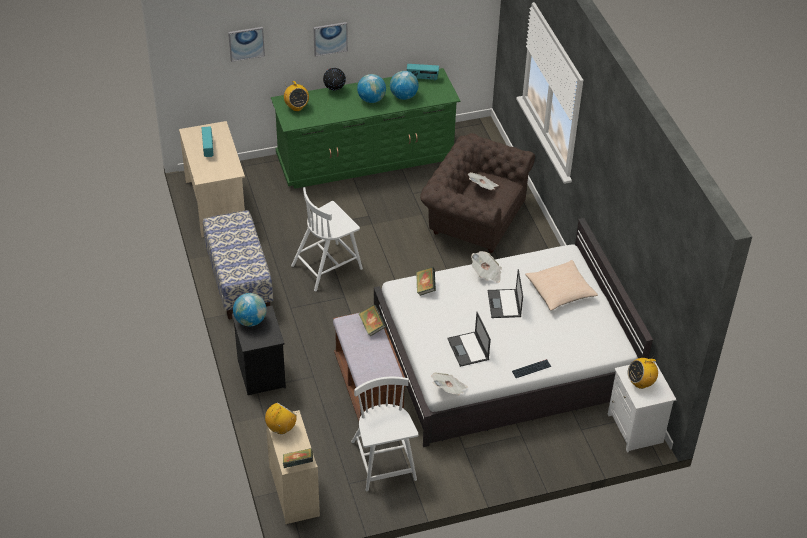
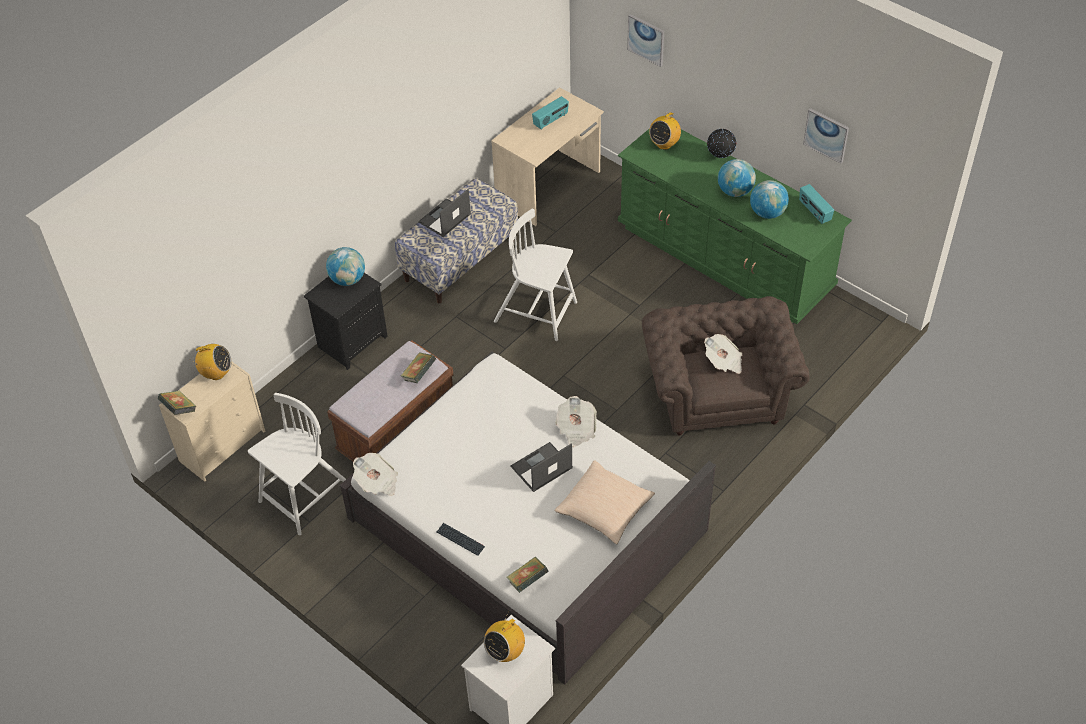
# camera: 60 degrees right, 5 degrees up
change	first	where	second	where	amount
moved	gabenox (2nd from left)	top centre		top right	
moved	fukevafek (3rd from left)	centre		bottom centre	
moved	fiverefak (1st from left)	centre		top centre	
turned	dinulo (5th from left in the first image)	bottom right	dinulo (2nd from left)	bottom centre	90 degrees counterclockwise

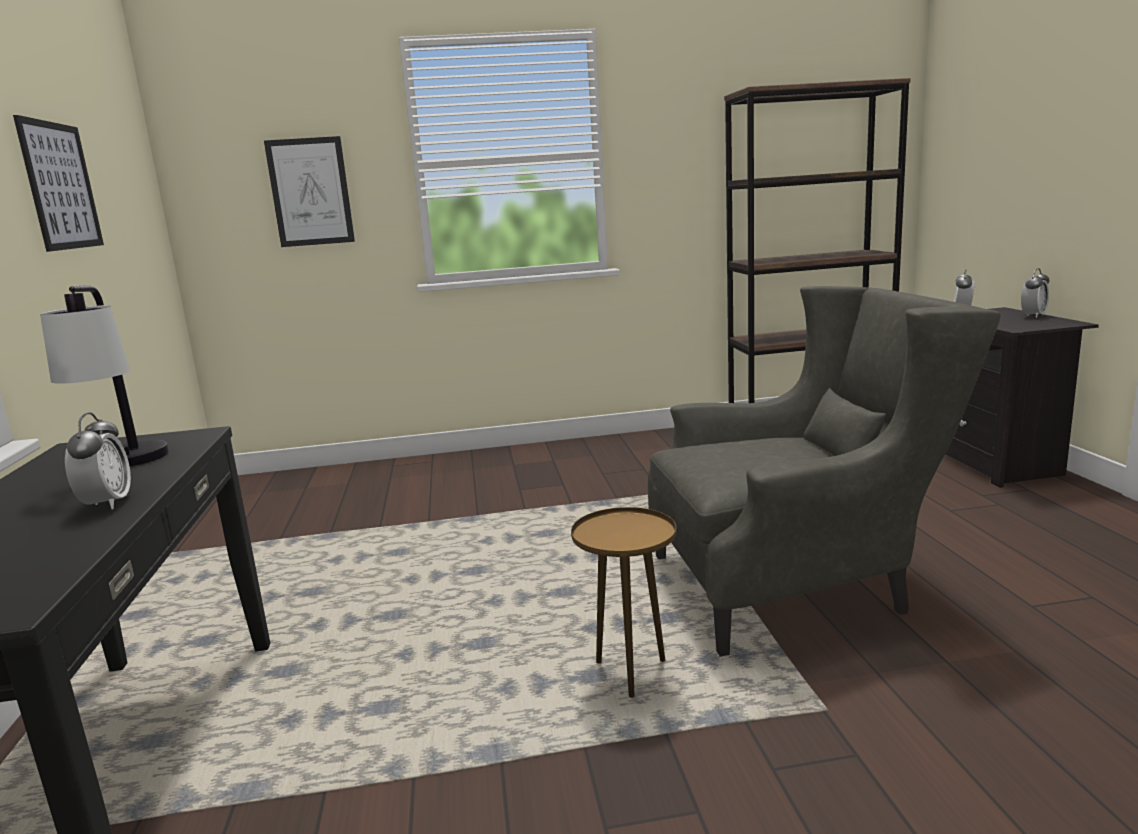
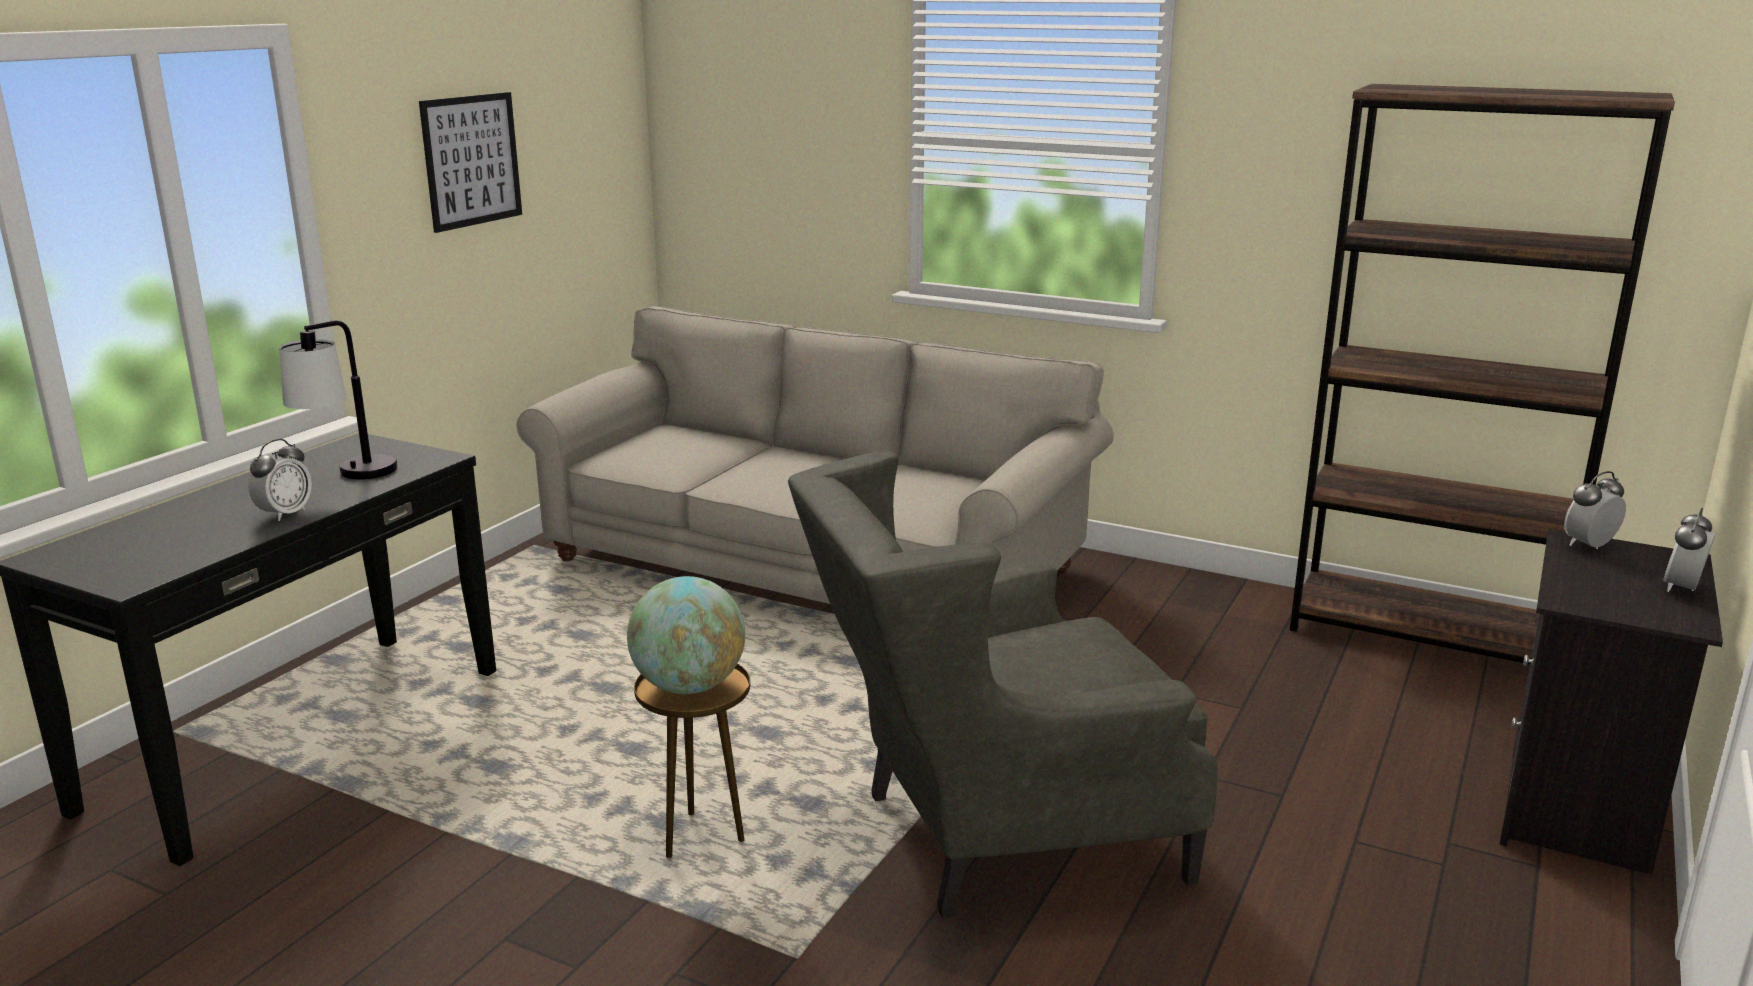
# camera: 35 degrees right, 5 degrees up
change	first	where	second	where	amount
removed	gabenox (2nd from left)	top left			
turned	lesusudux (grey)	middle right		bottom centre	135 degrees clockwise
turned	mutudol (3rd from left)	middle right		middle right	135 degrees clockwise
added			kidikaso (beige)	centre	
added			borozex	centre	

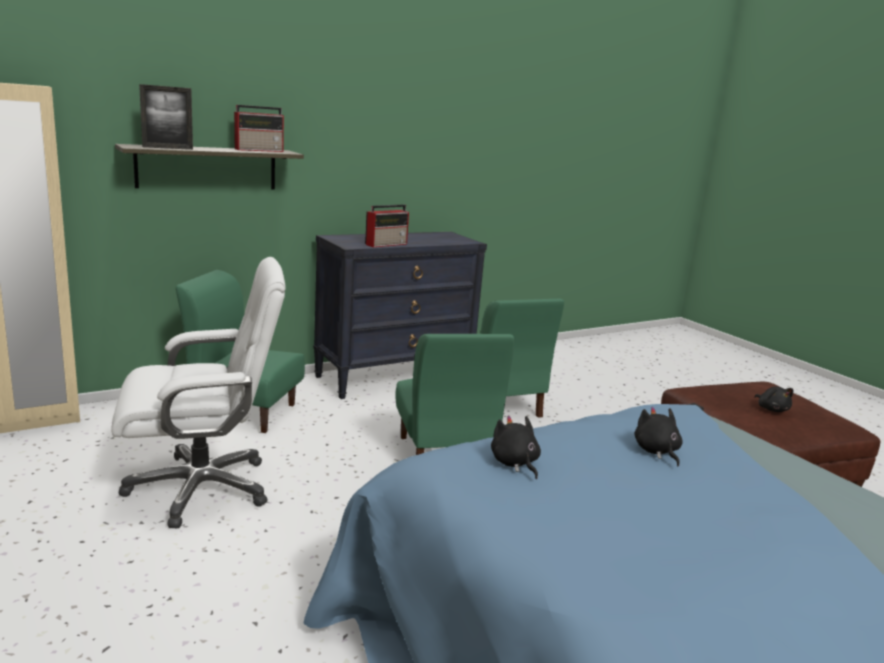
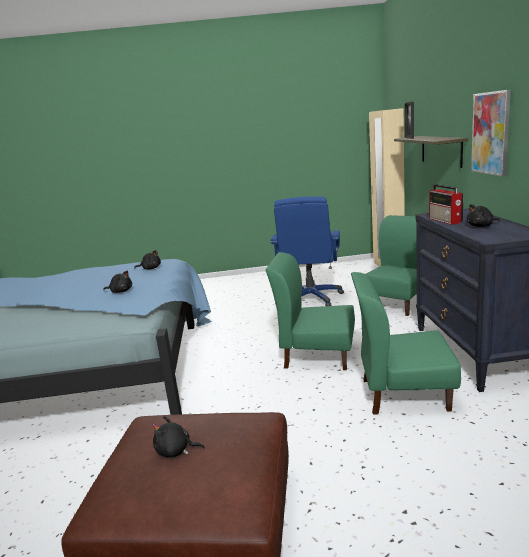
# camera: 120 degrees right, 0 degrees up
change	first	where	second	where	amount
recoloured	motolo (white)	middle left	motolo (blue)	centre	
removed	dinulo (1st from left)	top left			
added			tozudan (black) (4th from left)	middle right	
added			gabenox	top right	

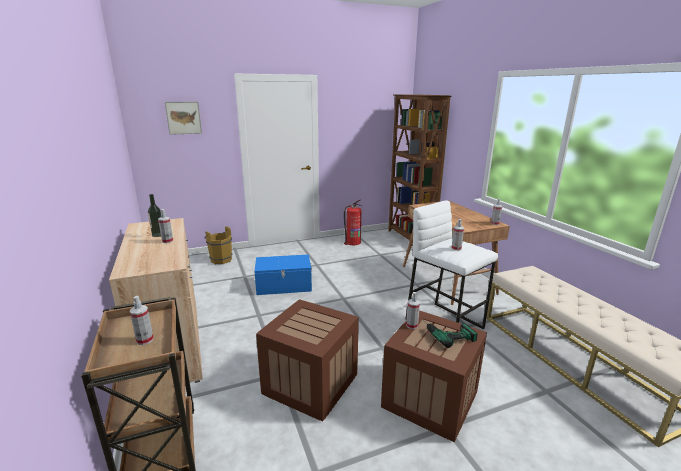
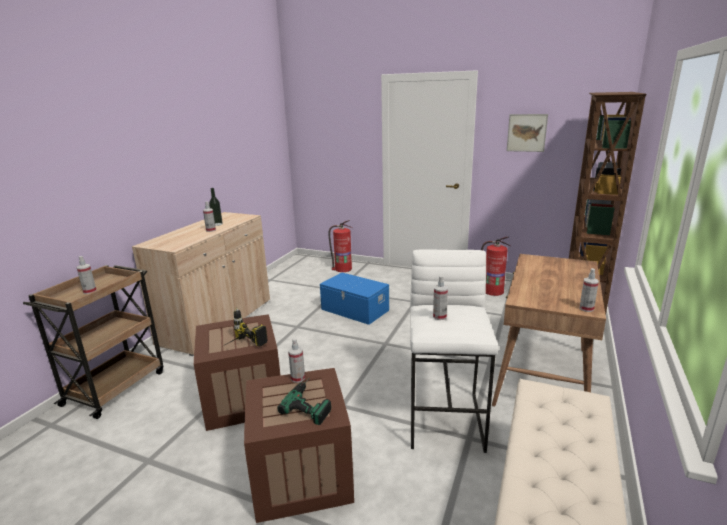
# camera: 45 degrees right, 0 degrees up
change	first	where	second	where	amount
moved	gabenox	top left		top right	
replaced	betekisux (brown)	middle left	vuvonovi (1st from left)	centre	
added			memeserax (1st from left)	centre	

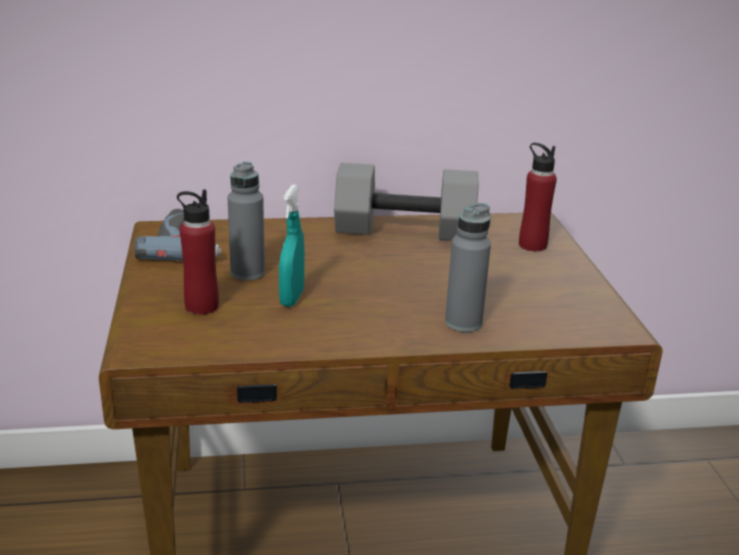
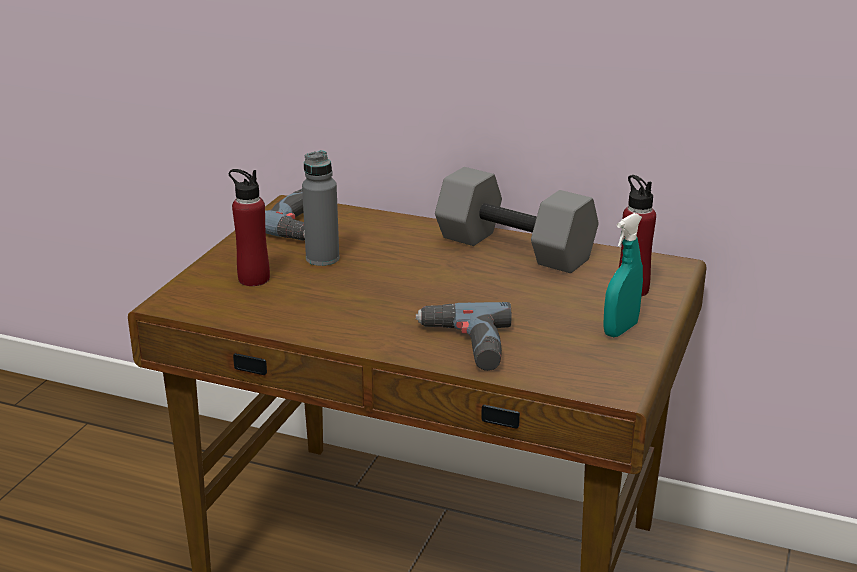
# camera: 30 degrees right, 0 degrees up
change	first	where	second	where	amount
moved	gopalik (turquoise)	centre		middle right	
replaced	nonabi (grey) (2nd from left)	centre	memeserax (2nd from left)	centre	

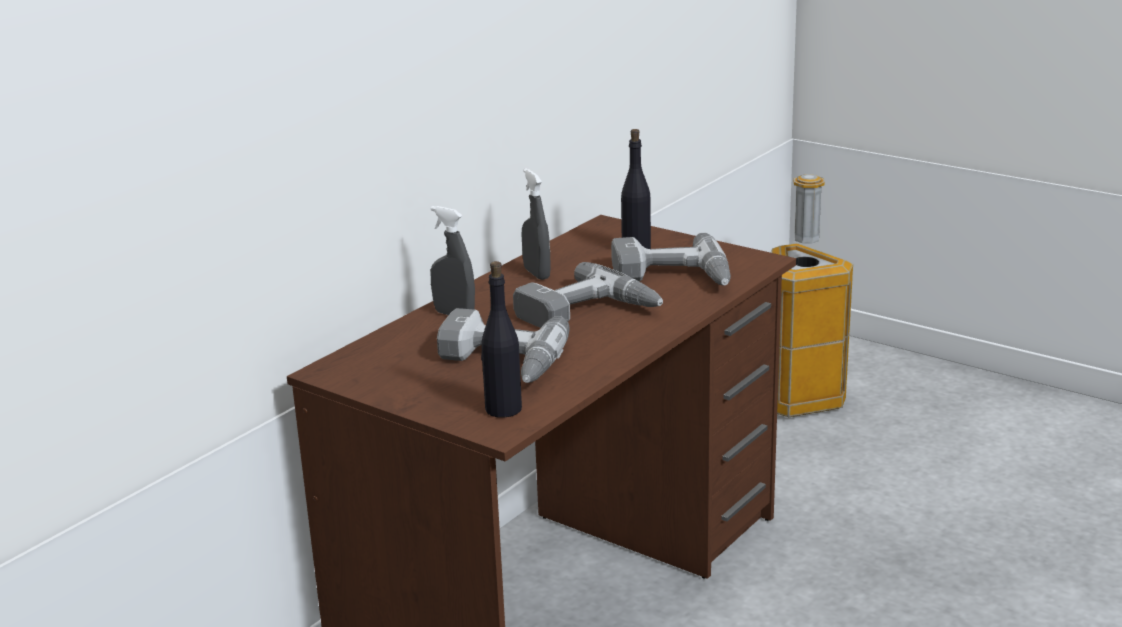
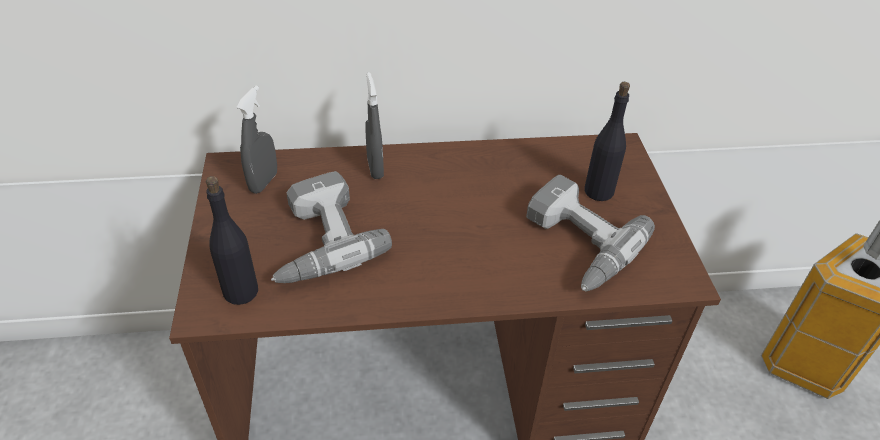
# camera: 45 degrees right, 20 degrees up
change	first	where	second	where	amount
removed	memeserax (2nd from left)	centre			
moved	gopalik (grey) (2nd from left in the first image)	centre	gopalik (grey) (1st from left)	top left	

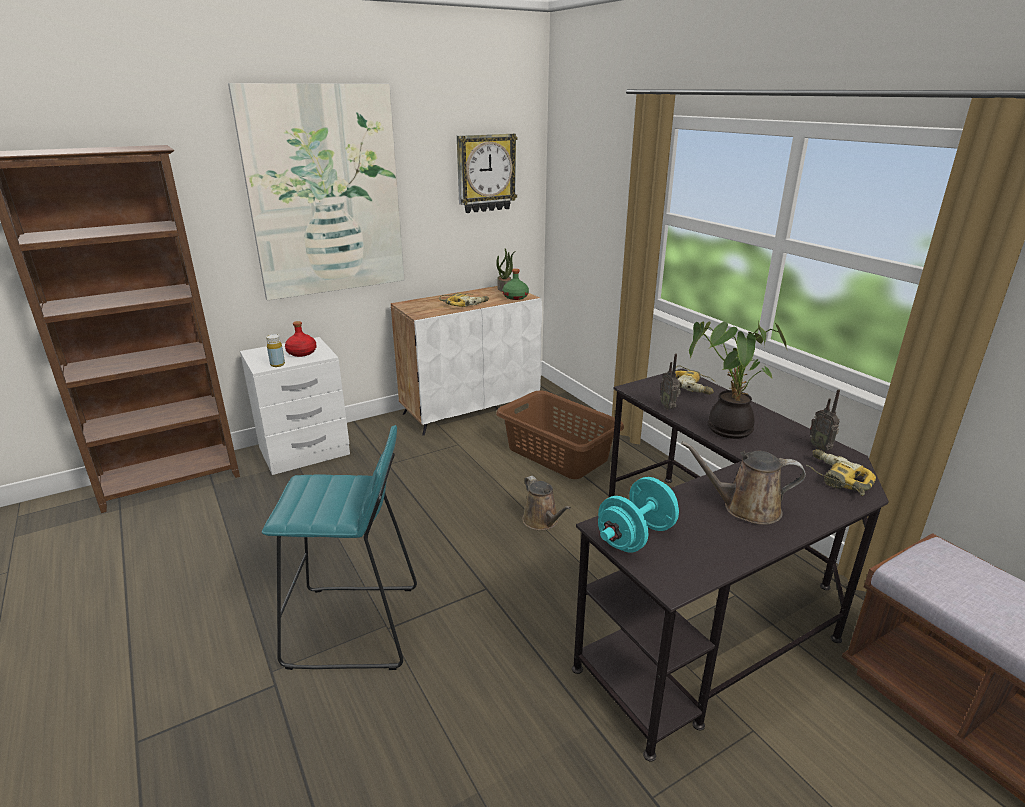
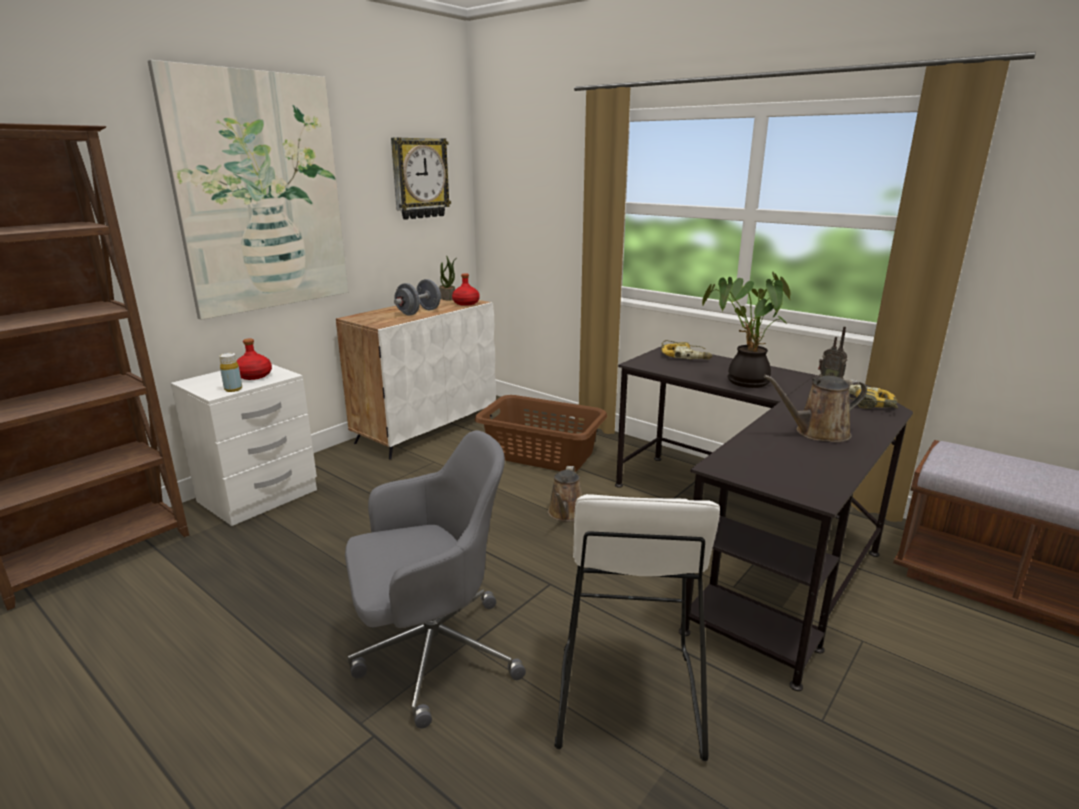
# camera: 20 degrees left, 5 degrees down
change	first	where	second	where	amount
replaced	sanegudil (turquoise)	bottom left	motolo (grey)	bottom centre	
replaced	memeserax (1st from left)	centre	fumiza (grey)	centre	
recoloured	nonabi (green)	centre	nonabi (red) (2nd from left)	centre	
turned	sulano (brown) (1st from left)	centre		centre	60 degrees clockwise
removed	fumiza (turquoise)	centre			
removed	dinulo (1st from left)	centre			
added			sanegudil (white)	bottom centre	

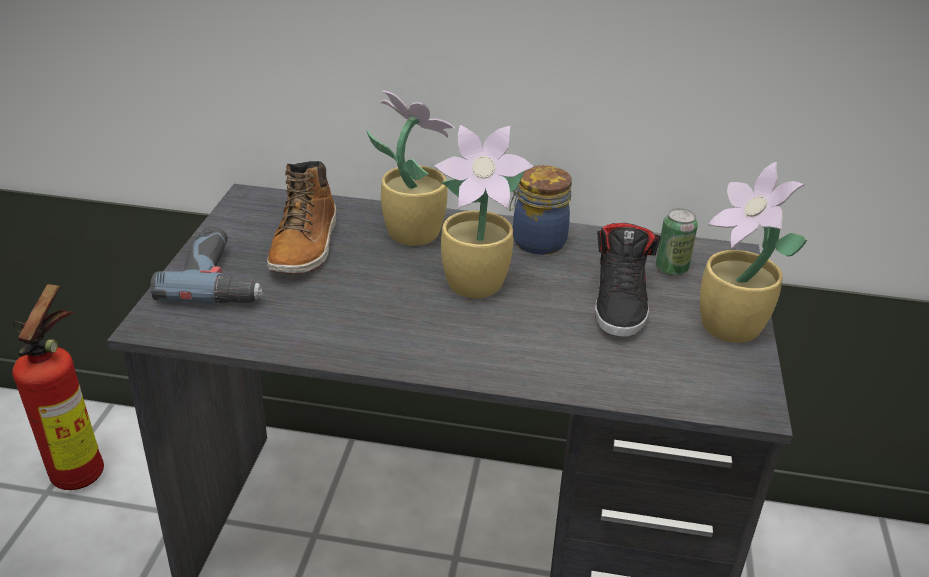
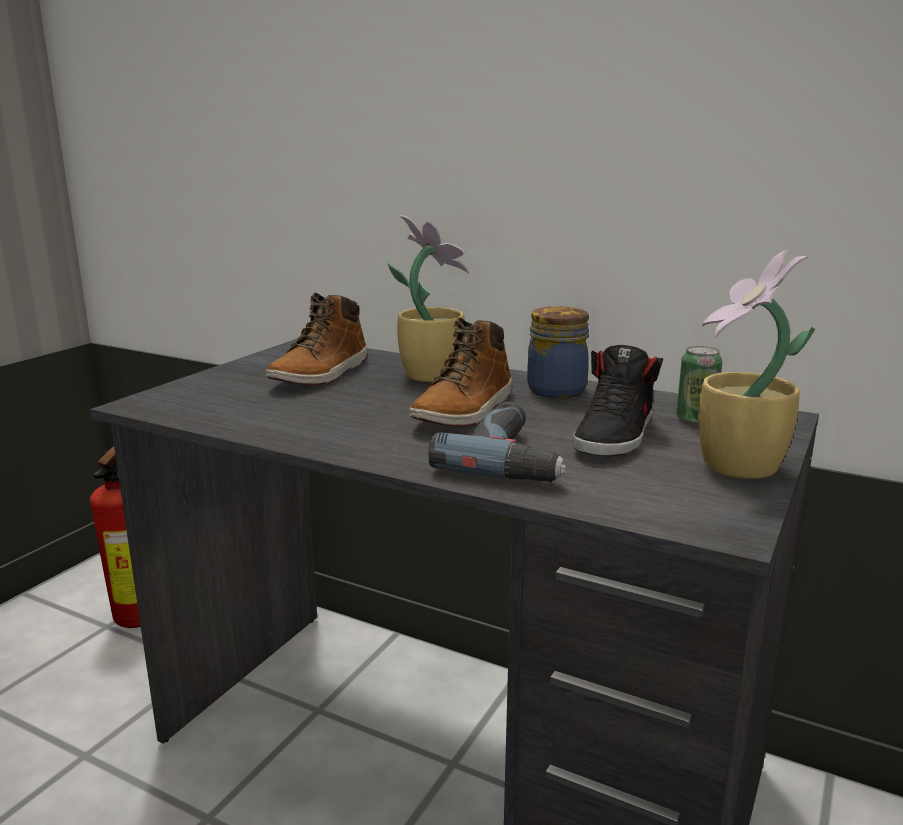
# camera: 20 degrees right, 15 degrees down
change	first	where	second	where	amount
moved	memeserax	middle left		centre	
replaced	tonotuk (2nd from left)	centre	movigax (2nd from left)	centre	

